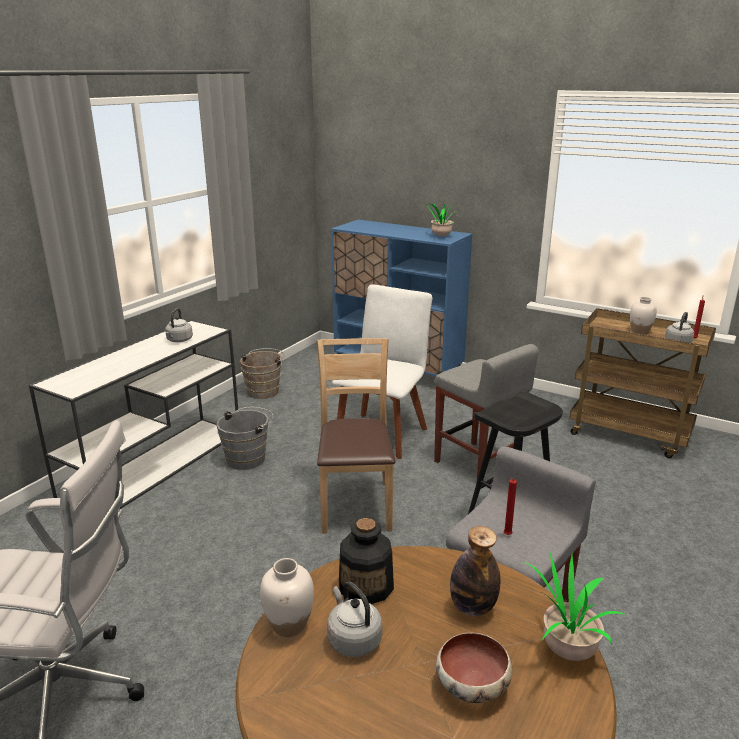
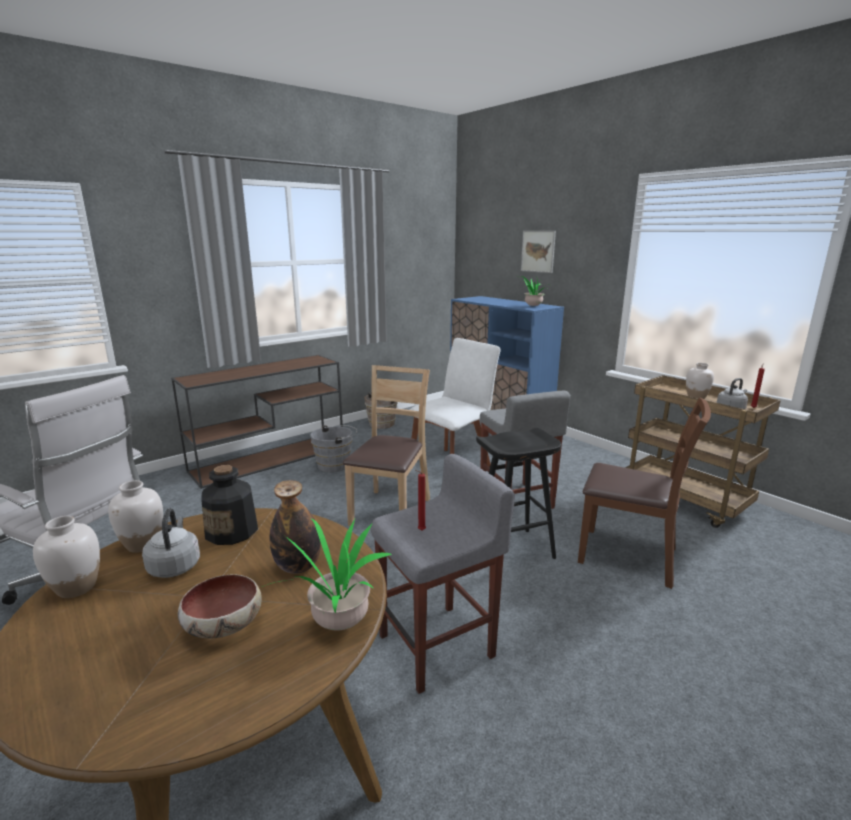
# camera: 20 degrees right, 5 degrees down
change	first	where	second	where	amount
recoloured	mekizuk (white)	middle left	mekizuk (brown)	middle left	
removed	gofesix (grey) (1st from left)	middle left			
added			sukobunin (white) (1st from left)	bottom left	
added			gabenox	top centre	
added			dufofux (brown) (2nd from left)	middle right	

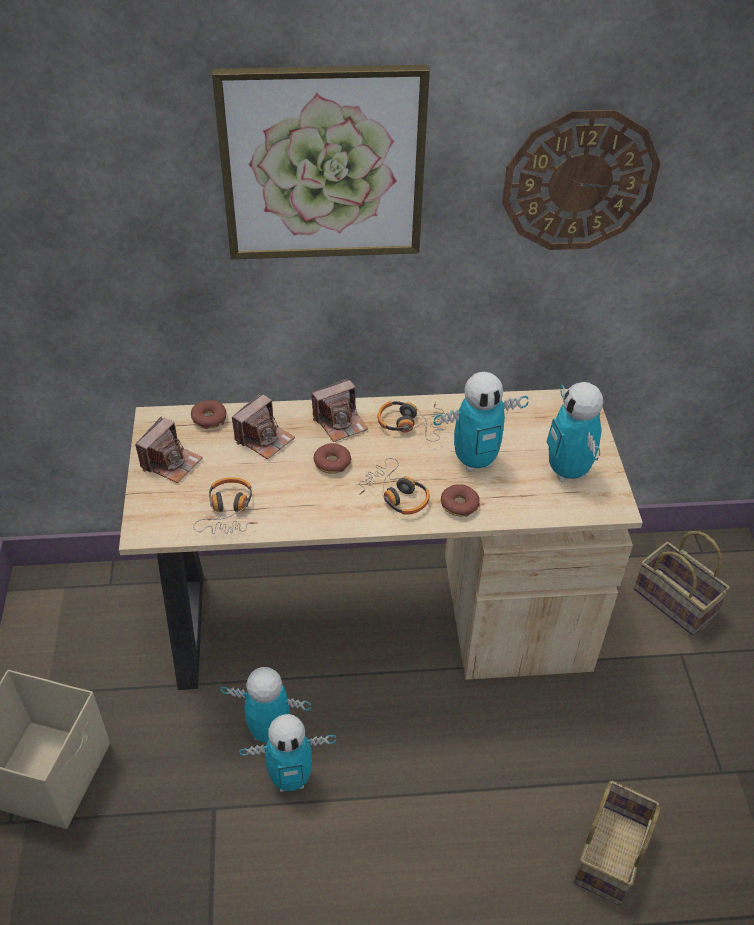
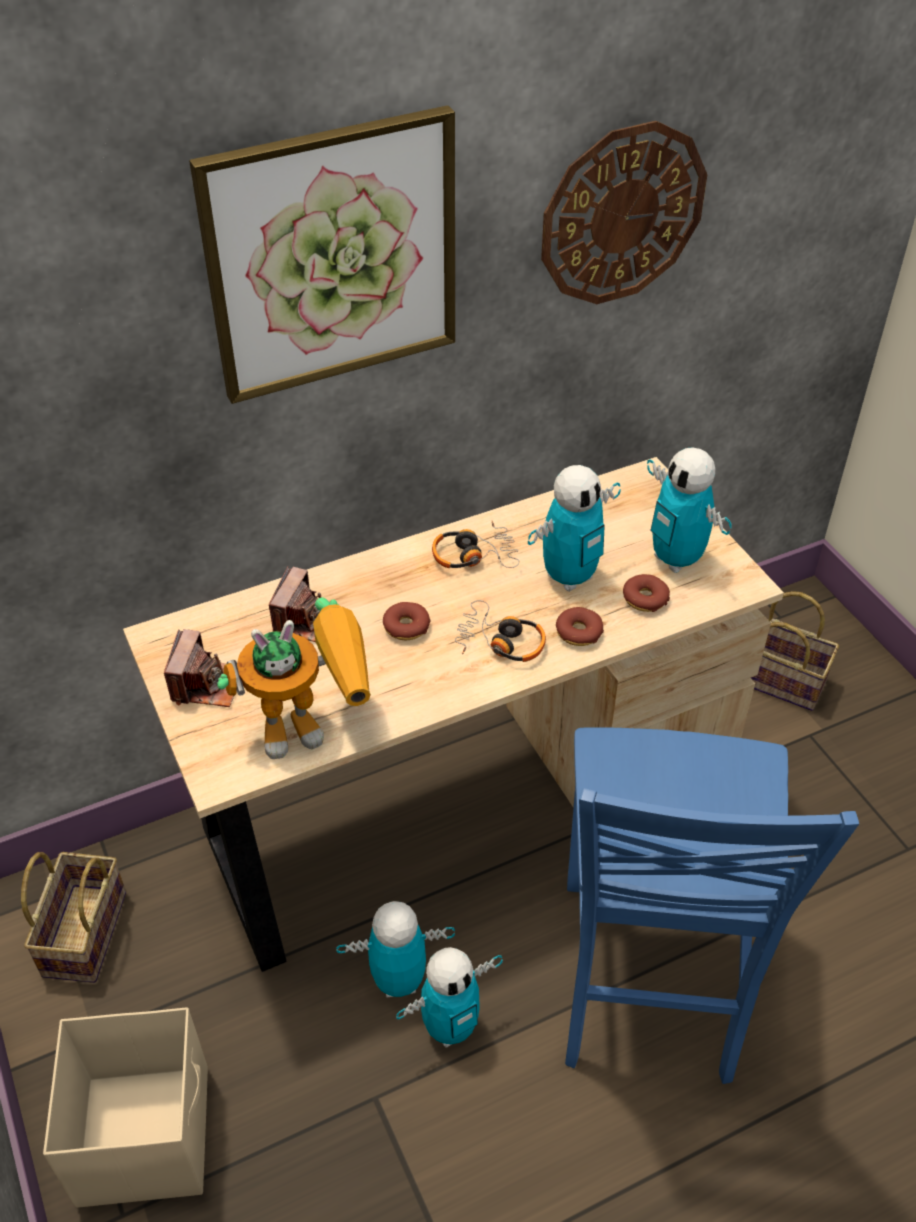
# camera: 20 degrees left, 0 degrees up
change	first	where	second	where	amount
moved	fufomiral (1st from left in the first image)	middle left	fufomiral (3rd from left)	middle right	
replaced	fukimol (1st from left)	middle left	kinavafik (1st from left)	middle left	
removed	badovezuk (3rd from left)	centre			
moved	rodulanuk (1st from left)	bottom right		bottom left	
added			dufofux (blue)	bottom right	

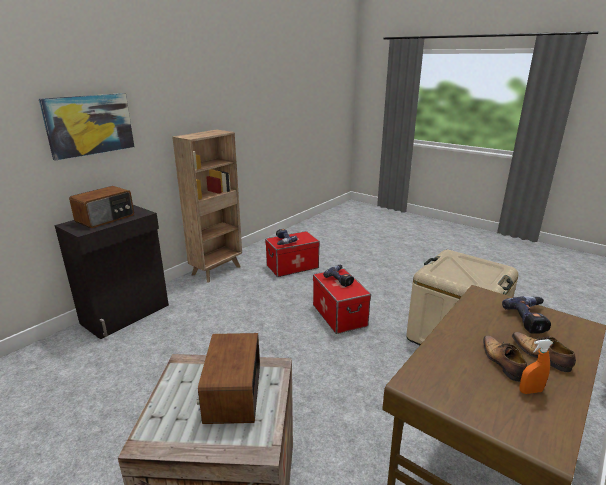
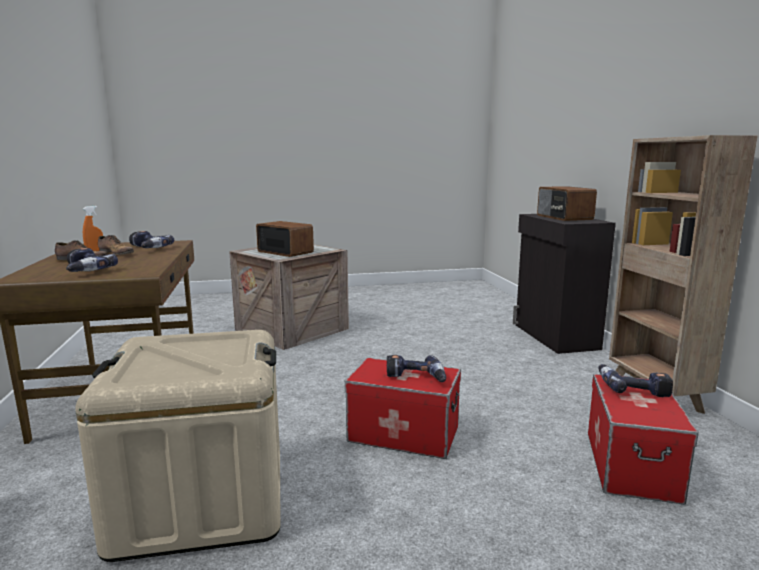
# camera: 130 degrees right, 10 degrees down
change	first	where	second	where	amount
removed	gabenox	top left			
added			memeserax (2nd from left)	middle left	

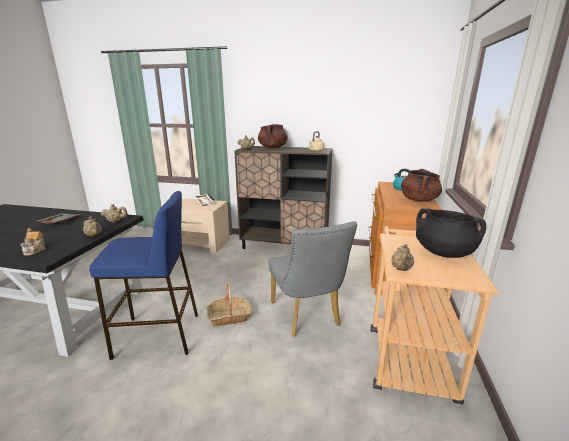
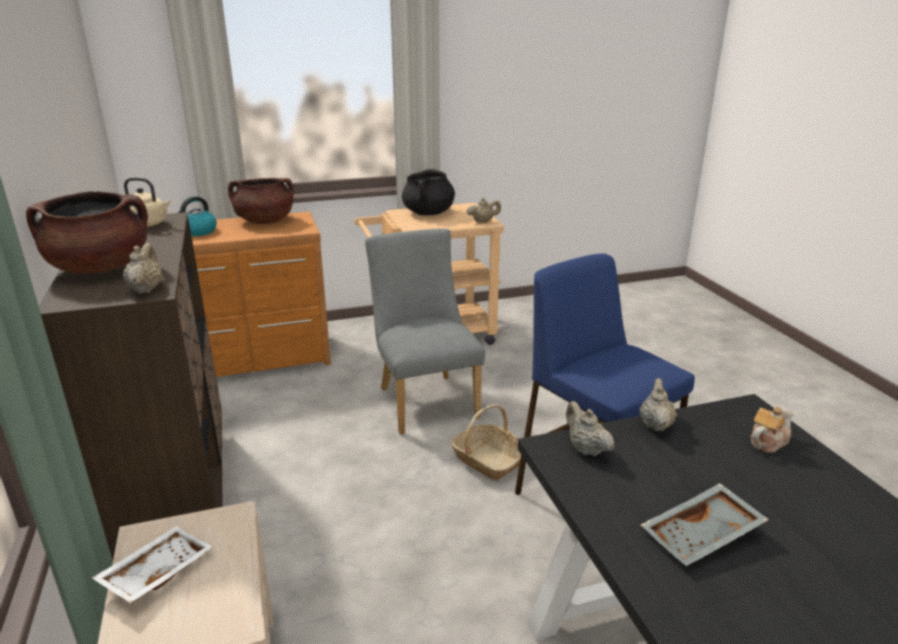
# camera: 120 degrees left, 5 degrees up
change	first	where	second	where	amount
turned	dufofux (grey)	centre		centre	60 degrees counterclockwise

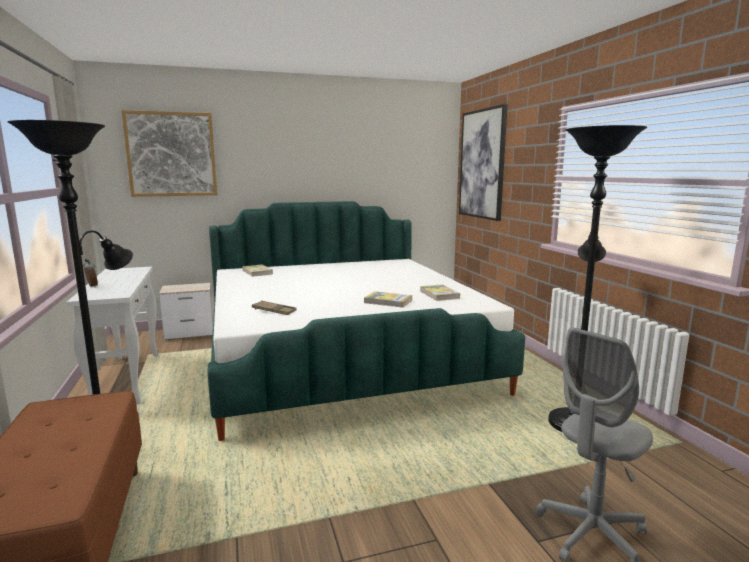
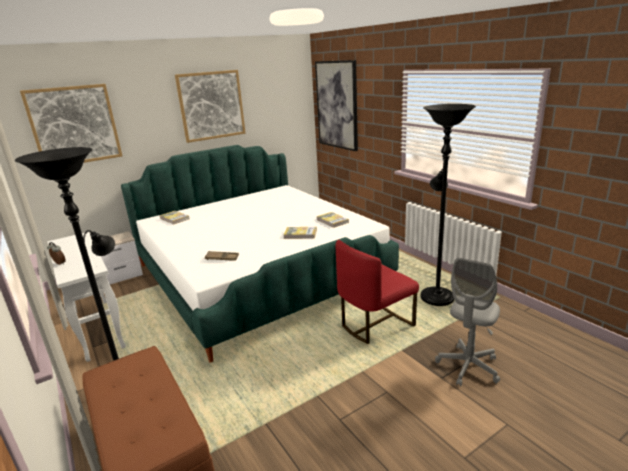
# camera: 15 degrees left, 10 degrees up
change	first	where	second	where	amount
added			gabenox (2nd from left)	top centre	
added			dufofux (red)	centre	

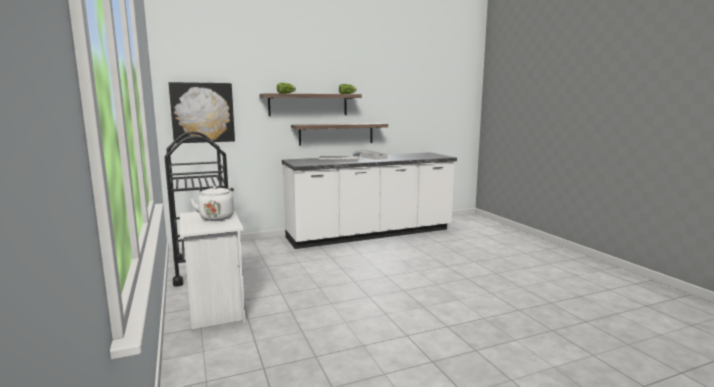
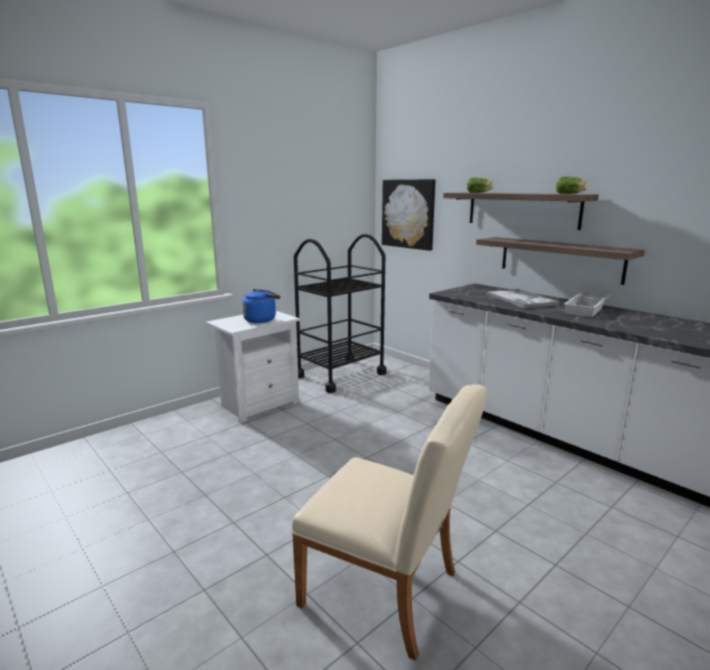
# camera: 70 degrees right, 5 degrees up
change	first	where	second	where	amount
recoloured	gofesix (white)	middle left	gofesix (blue)	centre	
added			dufofux (beige)	bottom centre	

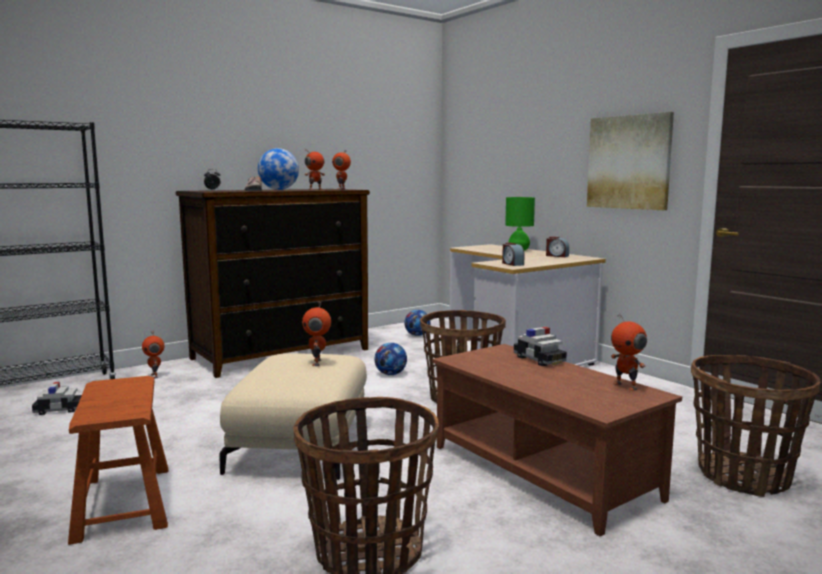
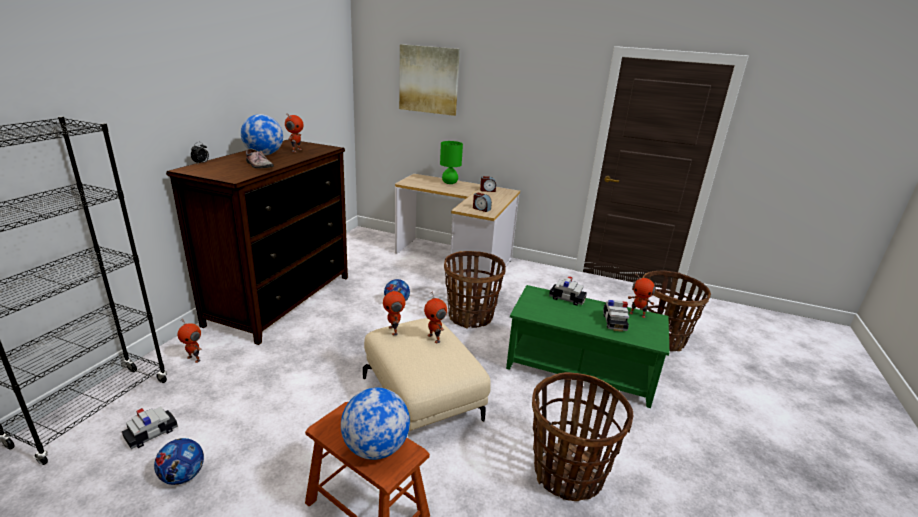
# camera: 35 degrees left, 15 degrees up
change	first	where	second	where	amount
moved	kinavafik (4th from left in the first image)	top centre	kinavafik (3rd from left)	centre	
moved	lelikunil (2nd from left in the first image)	centre	lelikunil (1st from left)	bottom left	
recoloured	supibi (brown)	bottom right	supibi (green)	bottom centre	
moved	gabenox	top right		top centre	
added			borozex (2nd from left)	bottom centre	
added			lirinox (3rd from left)	middle right	

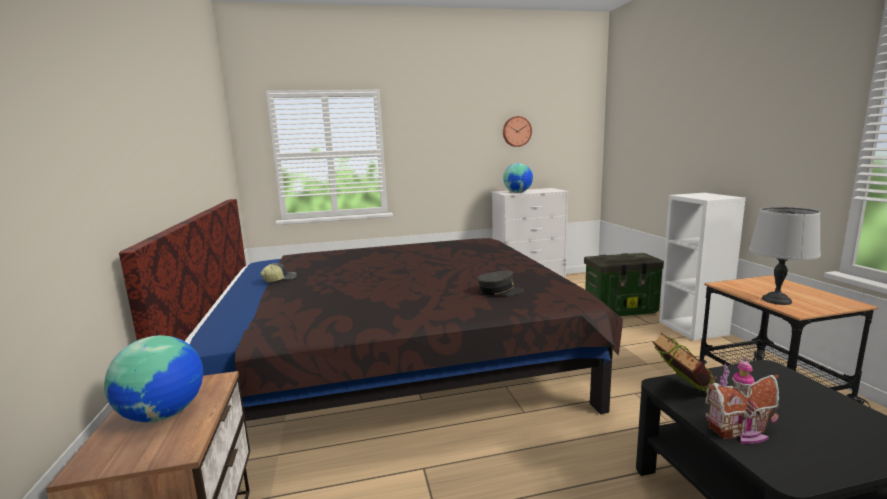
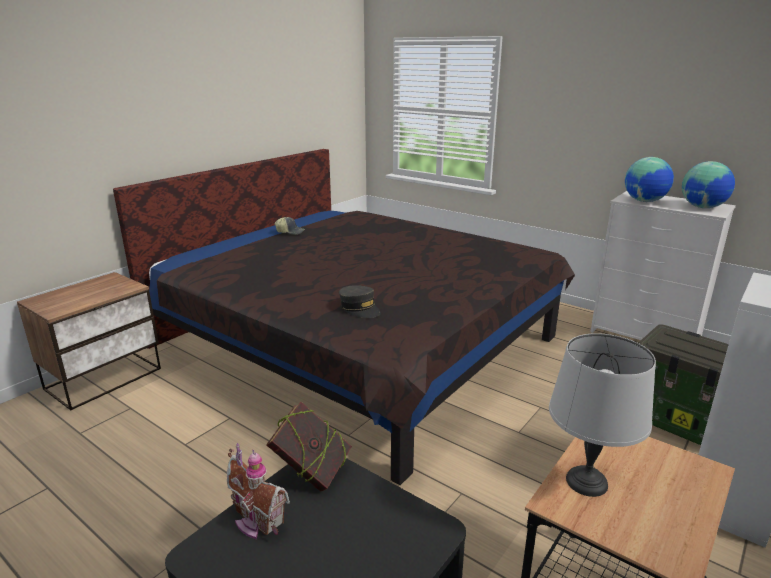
# camera: 50 degrees right, 10 degrees up
change	first	where	second	where	amount
moved	borozex (1st from left in the first image)	bottom left	borozex (2nd from left)	top right	
removed	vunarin	top centre			

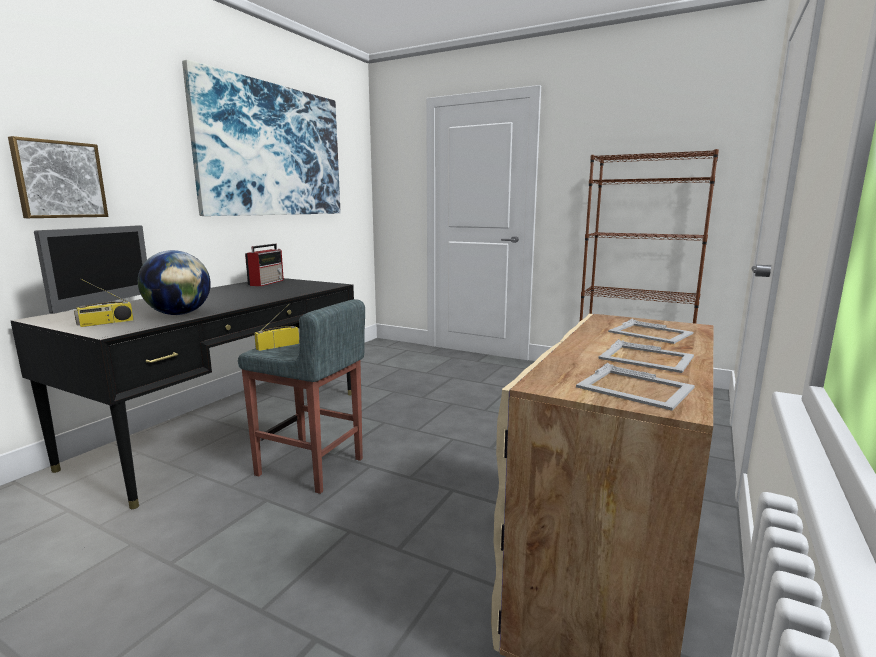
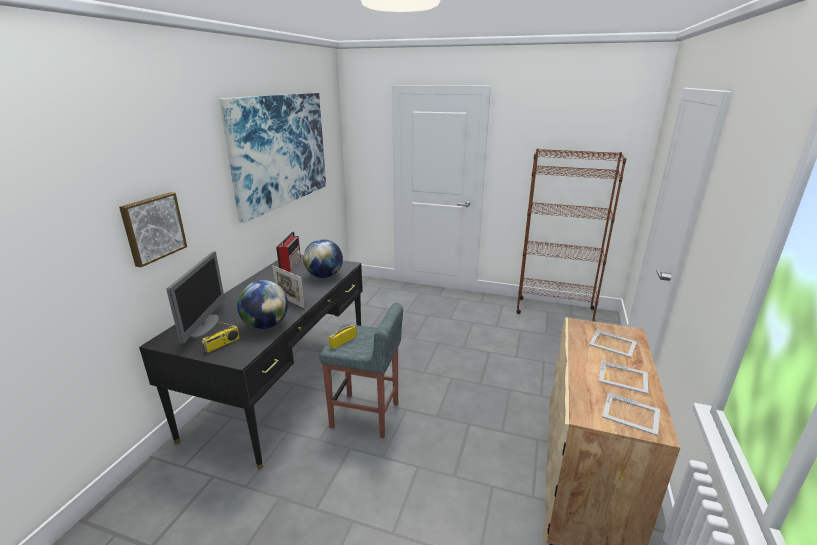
# camera: 10 degrees left, 10 degrees up
change	first	where	second	where	amount
added			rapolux (1st from left)	centre	
added			borozex (2nd from left)	centre	

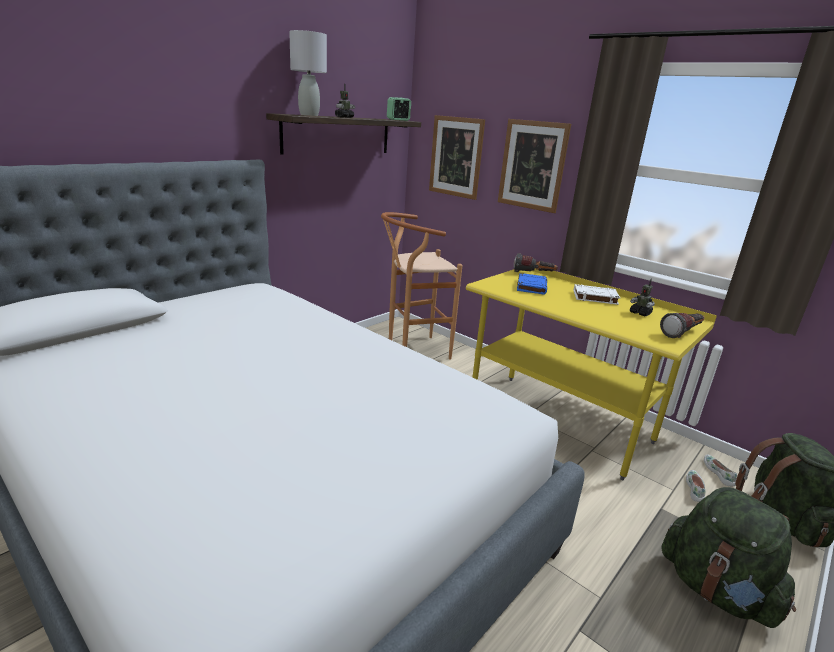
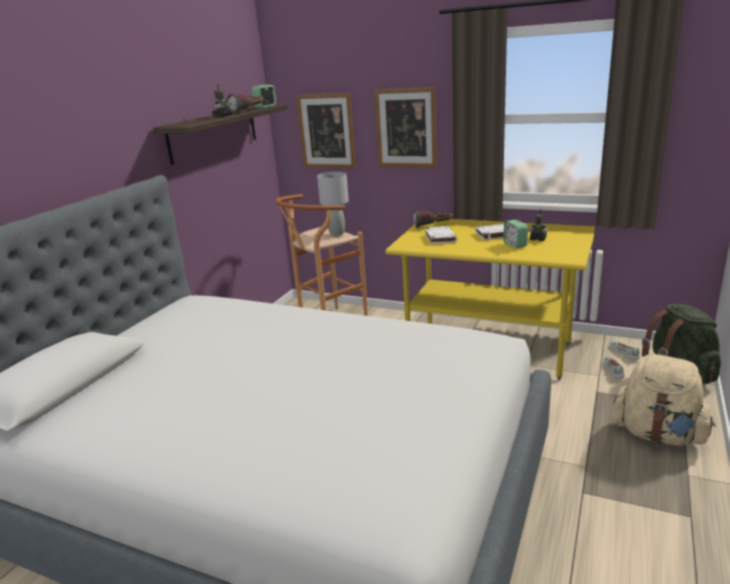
# camera: 15 degrees left, 0 degrees up
change	first	where	second	where	amount
moved	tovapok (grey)	top centre		centre	
recoloured	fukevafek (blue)	centre	fukevafek (white) (1st from left)	centre	
moved	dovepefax (2nd from left in the first image)	middle right	dovepefax (1st from left)	top centre	
recoloured	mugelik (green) (1st from left)	bottom right	mugelik (beige)	bottom right	
added			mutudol (2nd from left)	middle right	

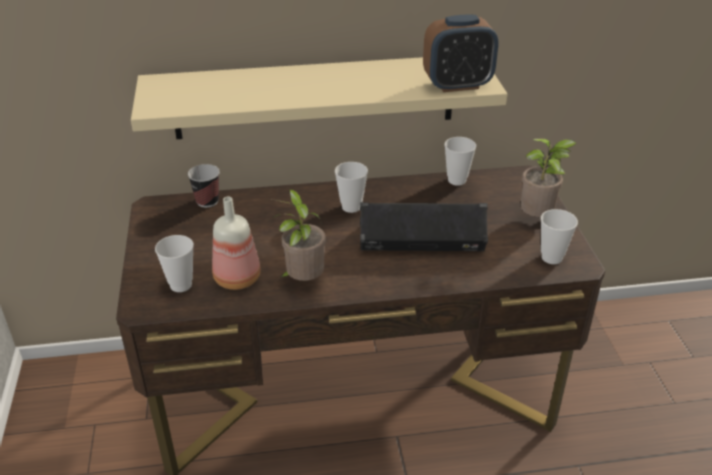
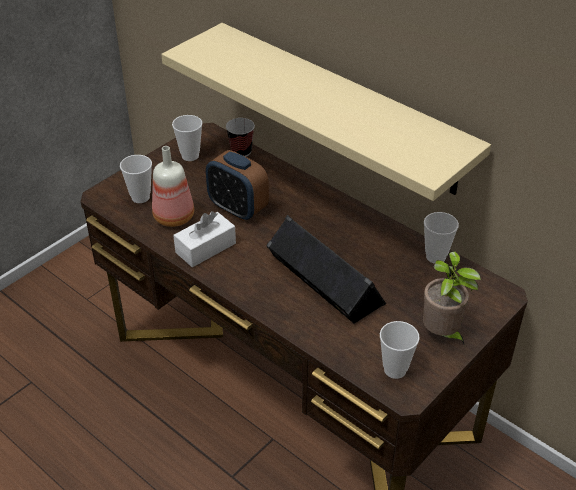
# camera: 50 degrees right, 5 degrees up
change	first	where	second	where	amount
replaced	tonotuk (1st from left)	centre	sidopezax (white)	centre	
moved	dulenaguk (3rd from left in the first image)	centre	dulenaguk (2nd from left)	top left	
moved	mutudol	top centre		centre	

